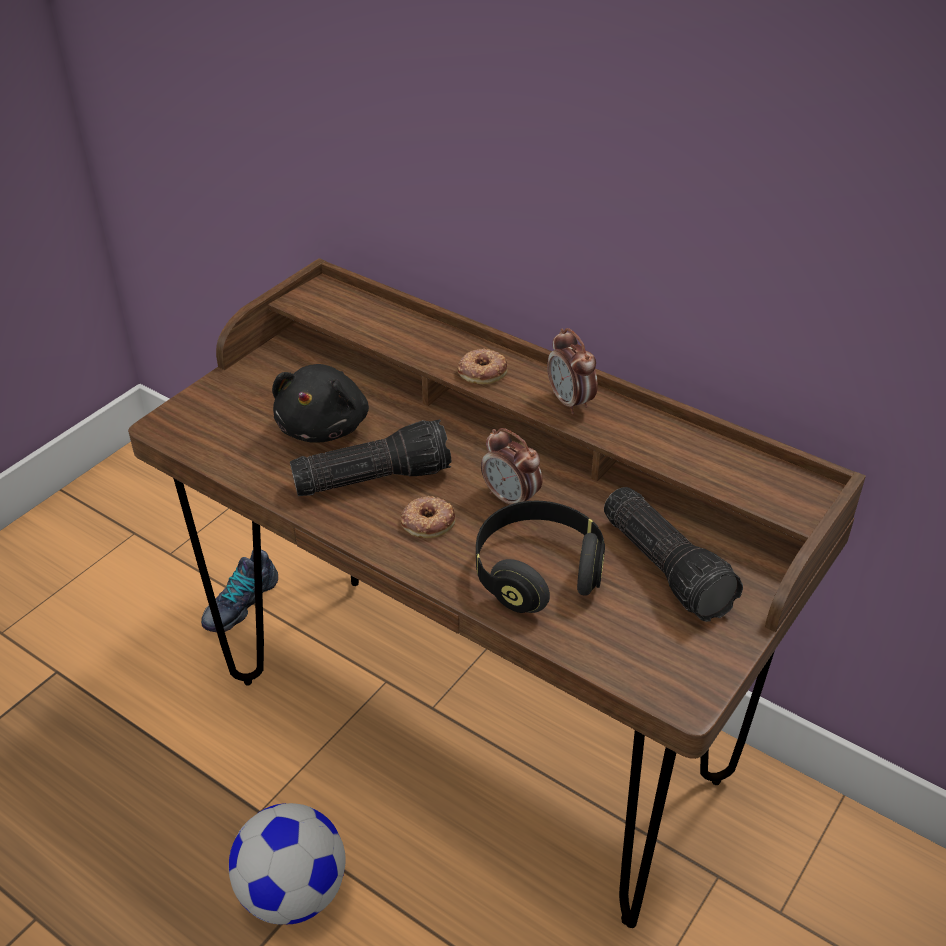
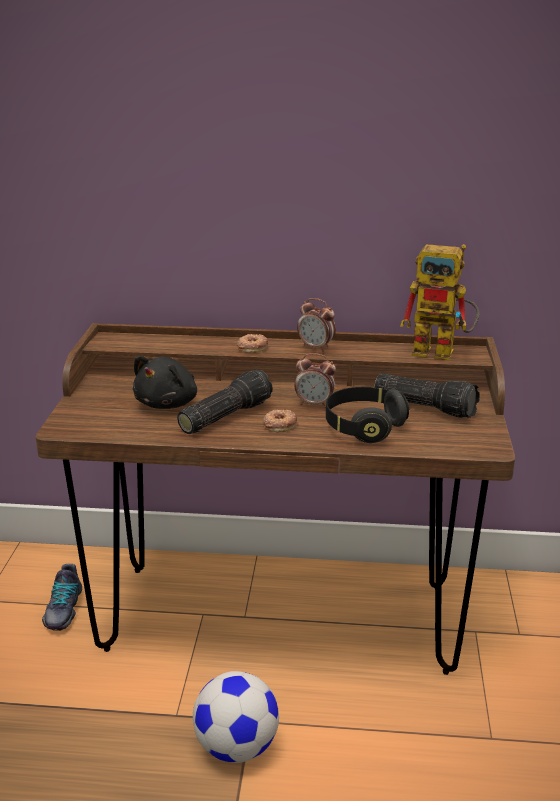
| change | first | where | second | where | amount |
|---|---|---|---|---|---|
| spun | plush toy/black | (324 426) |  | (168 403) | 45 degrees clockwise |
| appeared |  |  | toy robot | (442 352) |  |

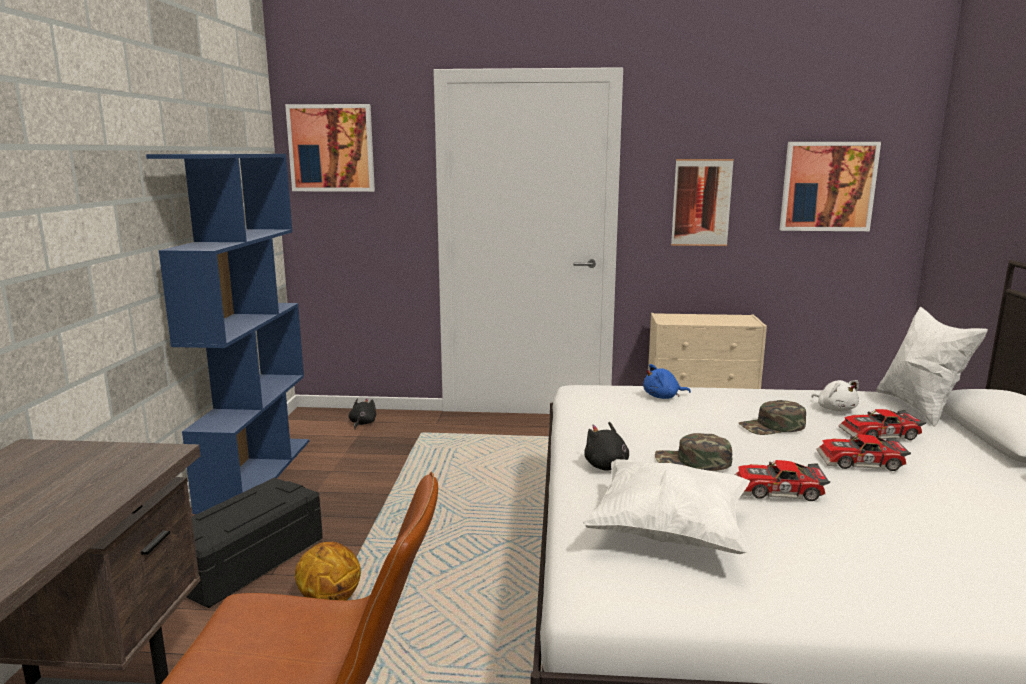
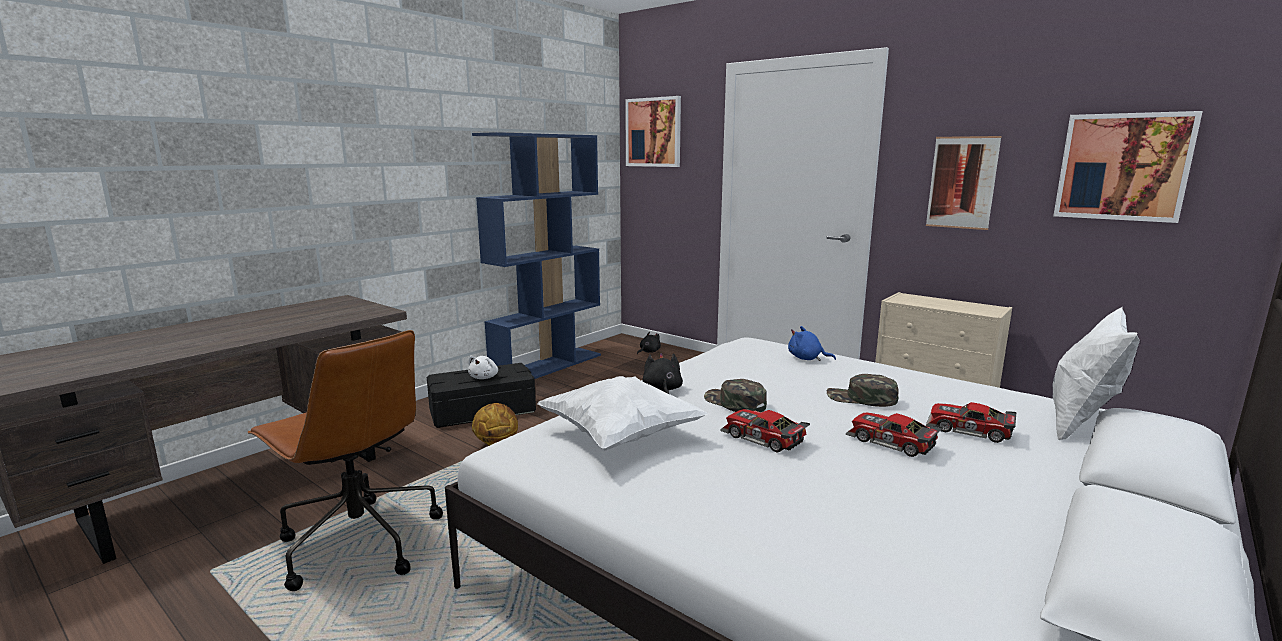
| change | first | where | second | where | amount |
|---|---|---|---|---|---|
| relocated | plush toy/white | (835 409) |  | (484 377) |  |

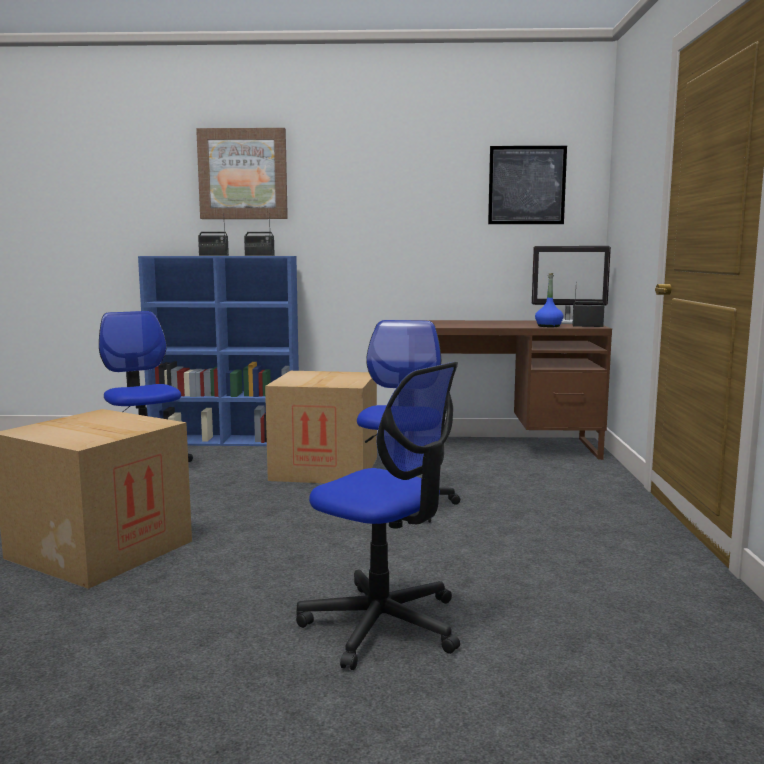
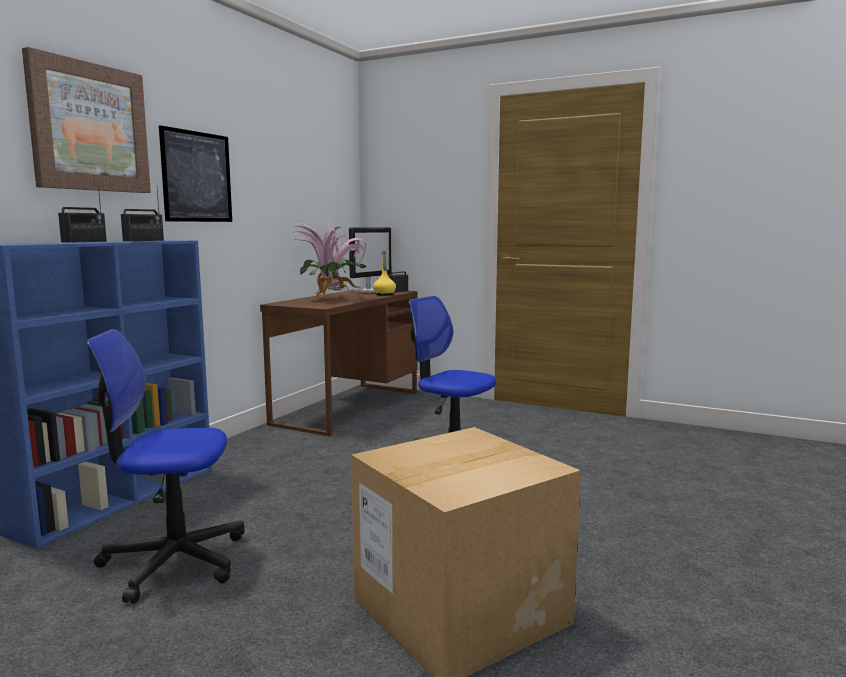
| change | first | where | second | where | amount |
|---|---|---|---|---|---|
| missing | cardboard box | (325 468) |  |  |  |
| missing | office chair | (383 625) |  |  |  |
| relocated | picture | (527 185) |  | (197 177) |  |
| colour | bottle/blue | (548 326) | bottle/yellow | (384 294) |  |
| appeared |  |  | potted plant | (333 299) |  |

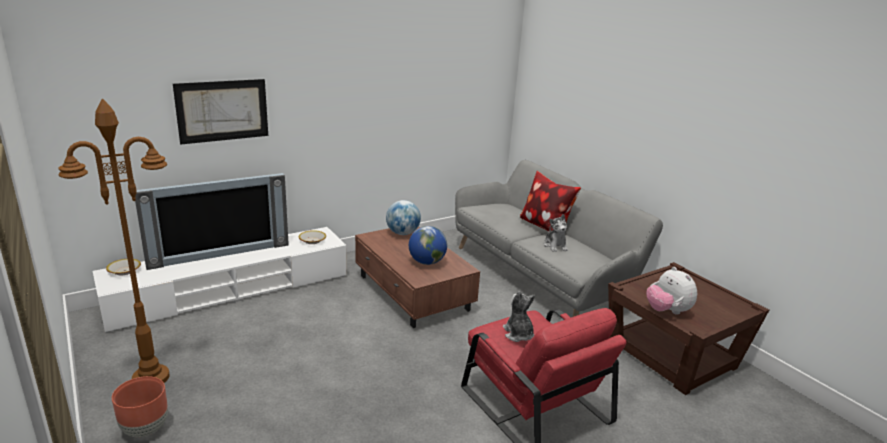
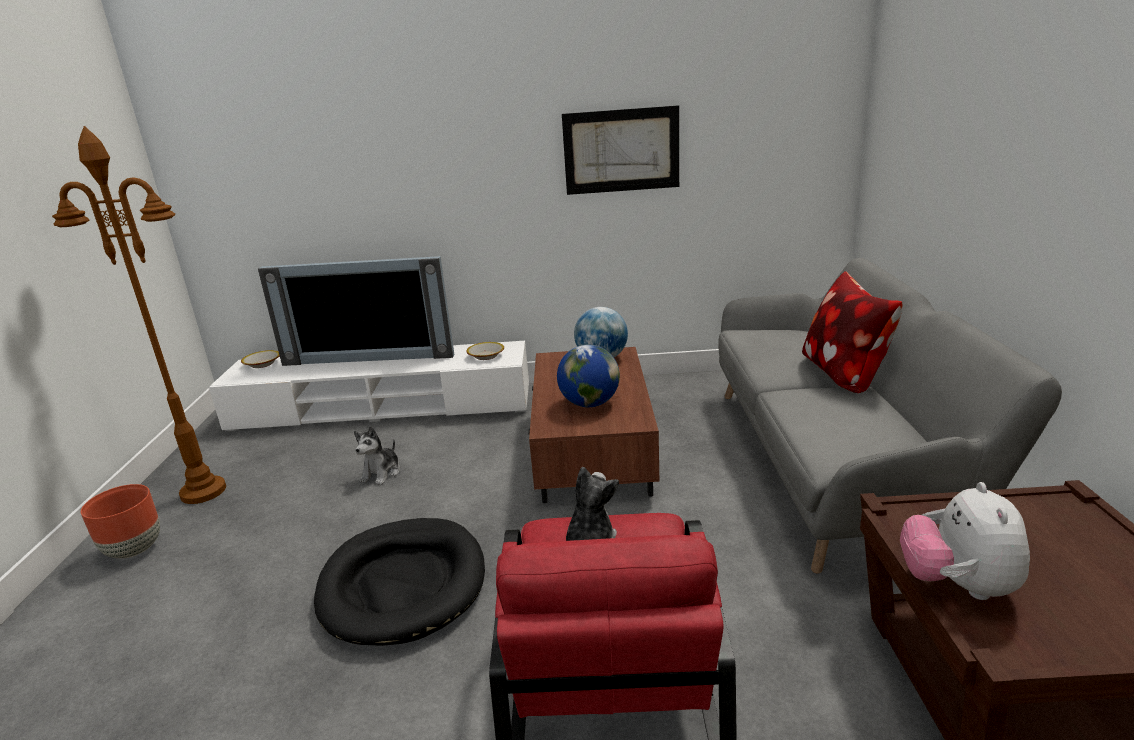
| change | first | where | second | where | amount |
|---|---|---|---|---|---|
| relocated | picture | (222 111) |  | (621 151) |  |
| relocated | plush toy | (555 246) |  | (382 473) |  |
| appeared |  |  | dog bed/black | (403 584) |  |

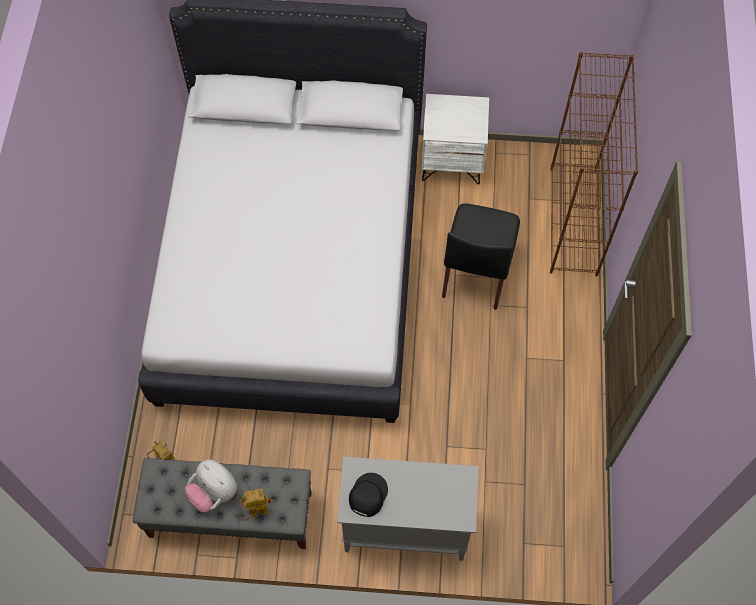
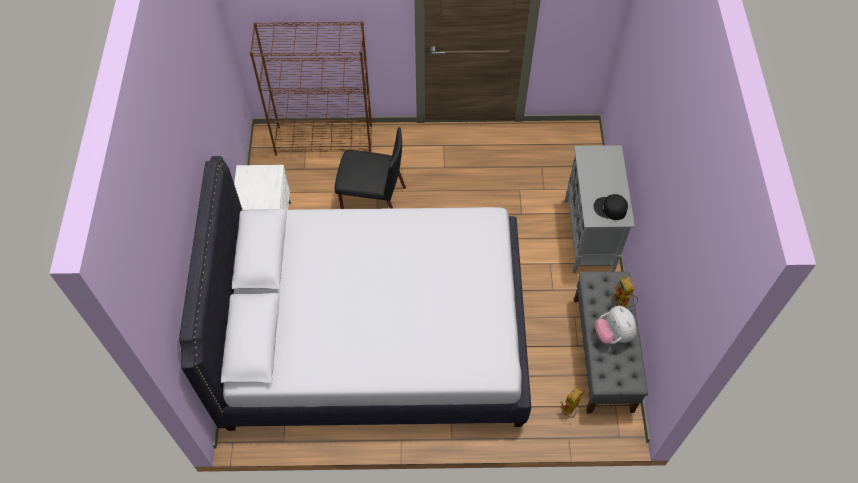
| change | first | where | second | where | amount |
|---|---|---|---|---|---|
| spun | plush toy | (214 492) |  | (613 334) | 120 degrees clockwise |

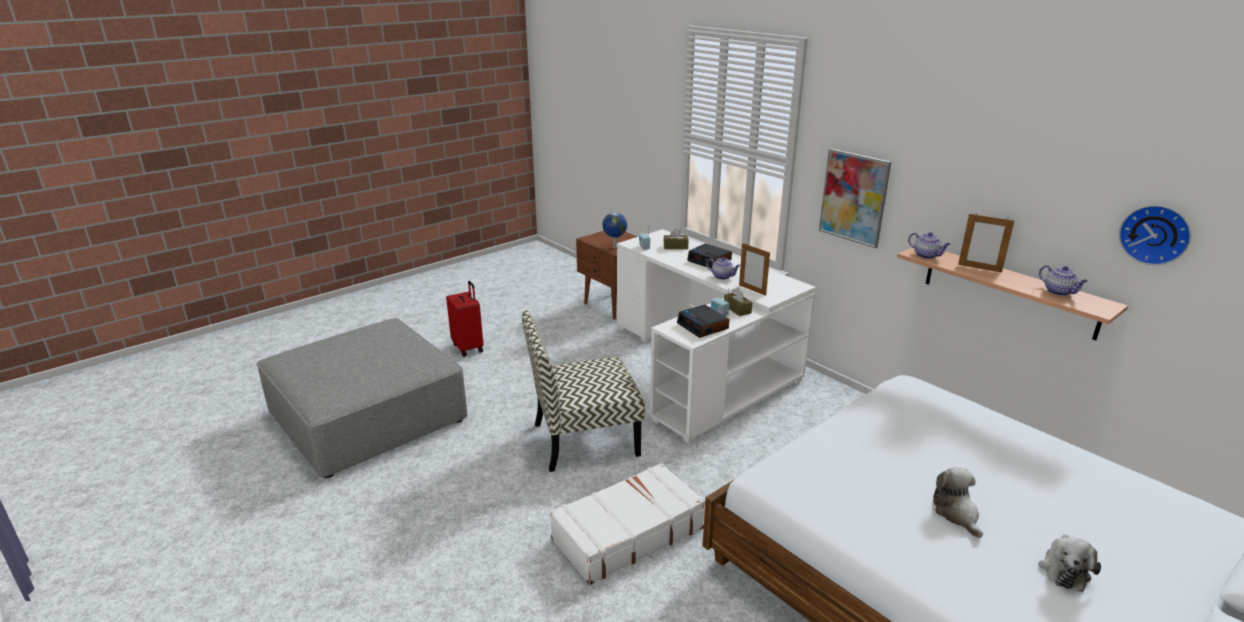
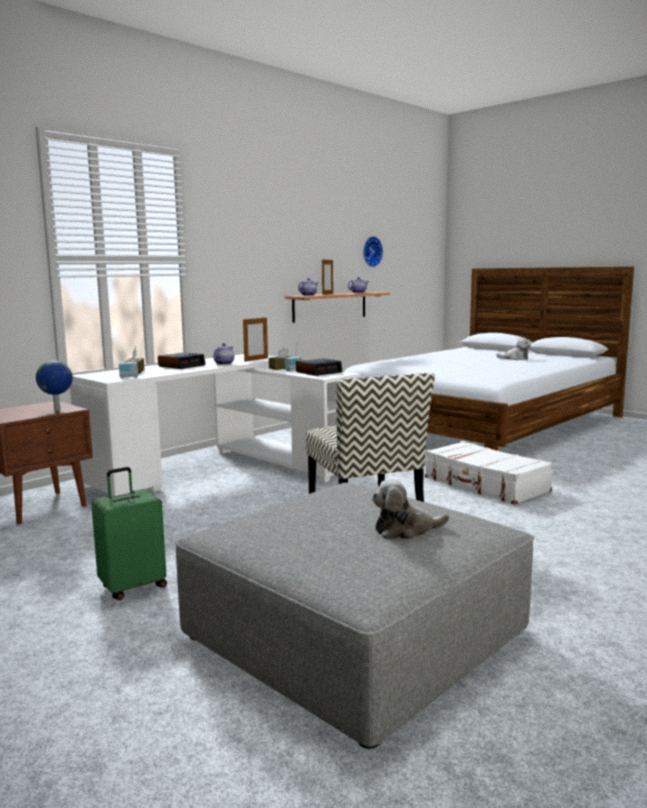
| change | first | where | second | where | amount |
|---|---|---|---|---|---|
| colour | suitcase/red | (468 347) | suitcase/green | (133 587) |  |
| missing | picture | (854 197) |  |  |  |
| relocated | plush toy | (957 514) |  | (405 530) |  |

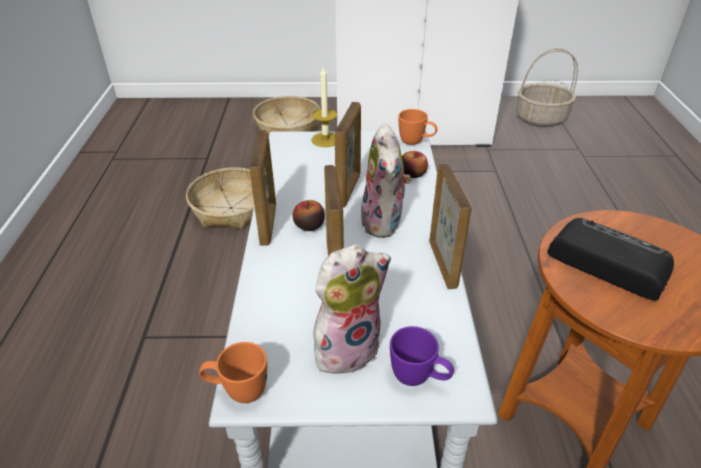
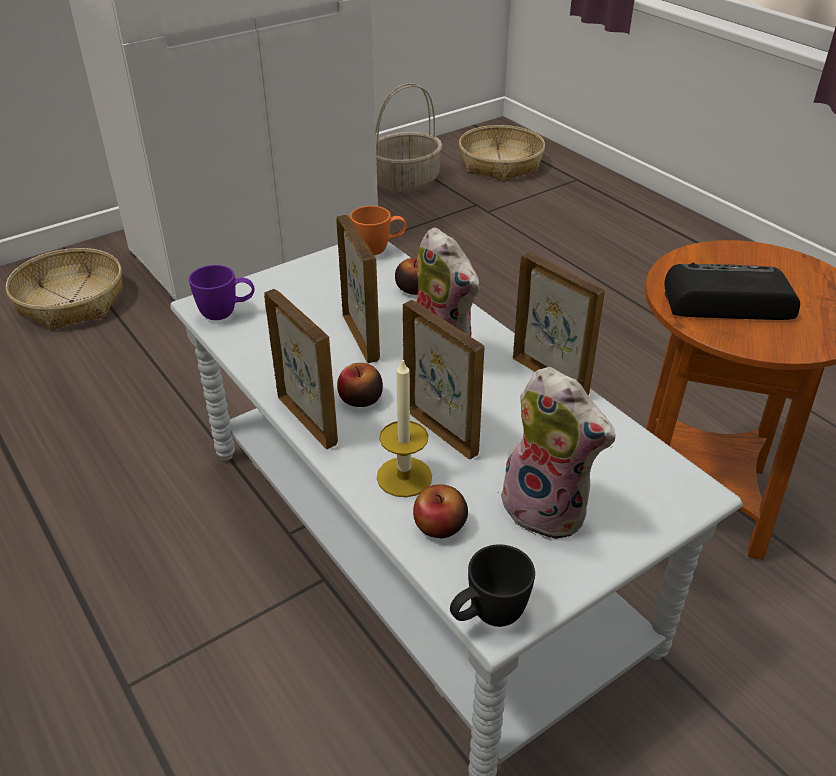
| change | first | where | second | where | amount |
|---|---|---|---|---|---|
| relocated | basket | (231 208) |  | (500 164) |  |
| colour | mug/orange | (238 391) | mug/black | (487 617) |  |
| relocated | candle | (325 140) |  | (404 477) |  |
| spun | plush toy | (347 347) |  | (548 509) | 105 degrees clockwise |
| relocated | mug/purple | (419 378) |  | (227 313) |  |
| appeared |  |  | apple | (440 526) |  |

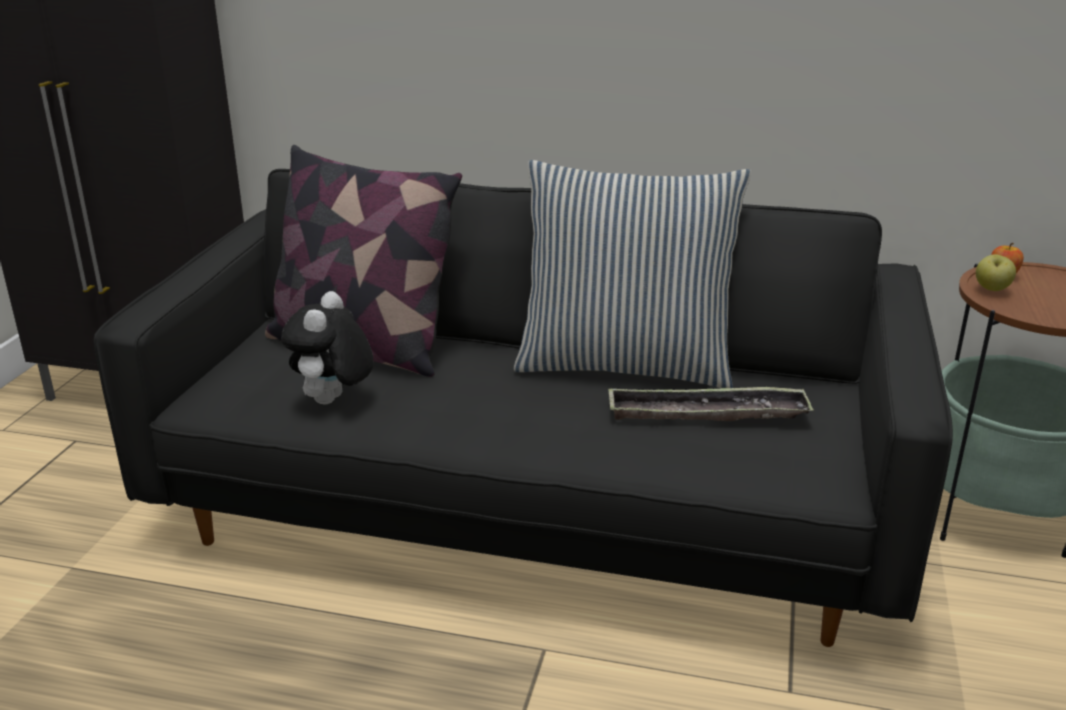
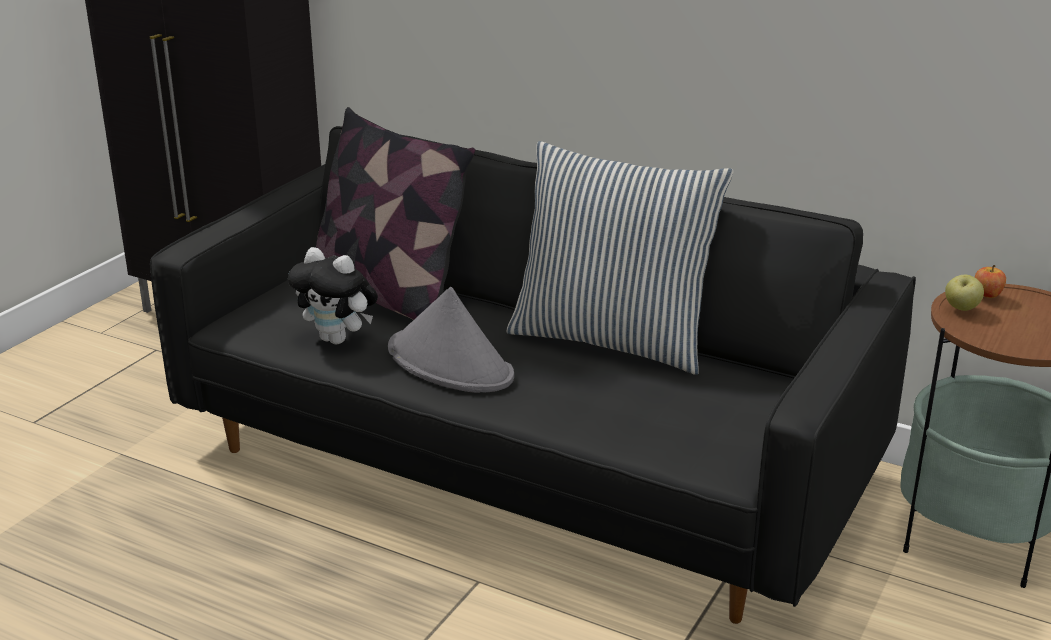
| change | first | where | second | where | amount |
|---|---|---|---|---|---|
| spun | plush toy | (333 402) |  | (338 339) | 90 degrees counterclockwise |
| missing | tray | (707 414) |  |  |  |
| appeared |  |  | hat/grey | (450 363) |  |

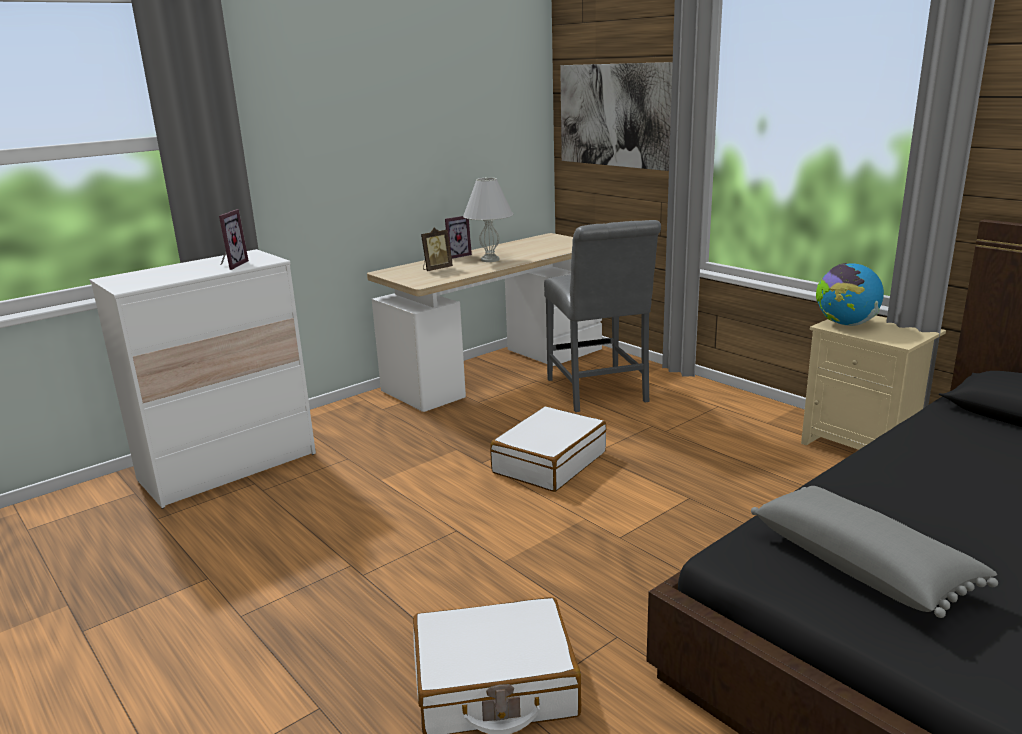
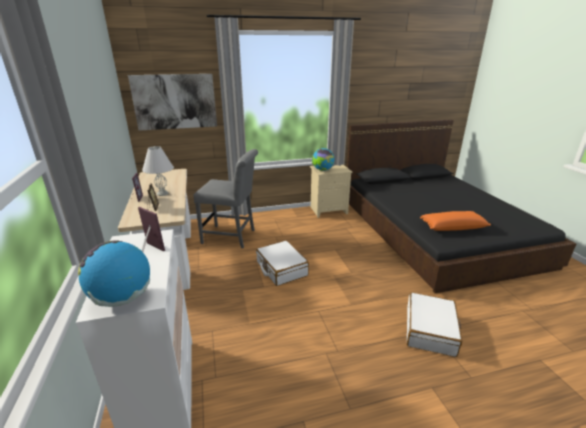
| change | first | where | second | where | amount |
|---|---|---|---|---|---|
| colour | pillow/grey | (862 565) | pillow/orange | (452 227) |  |
| appeared |  |  | globe | (122 298) |  |

